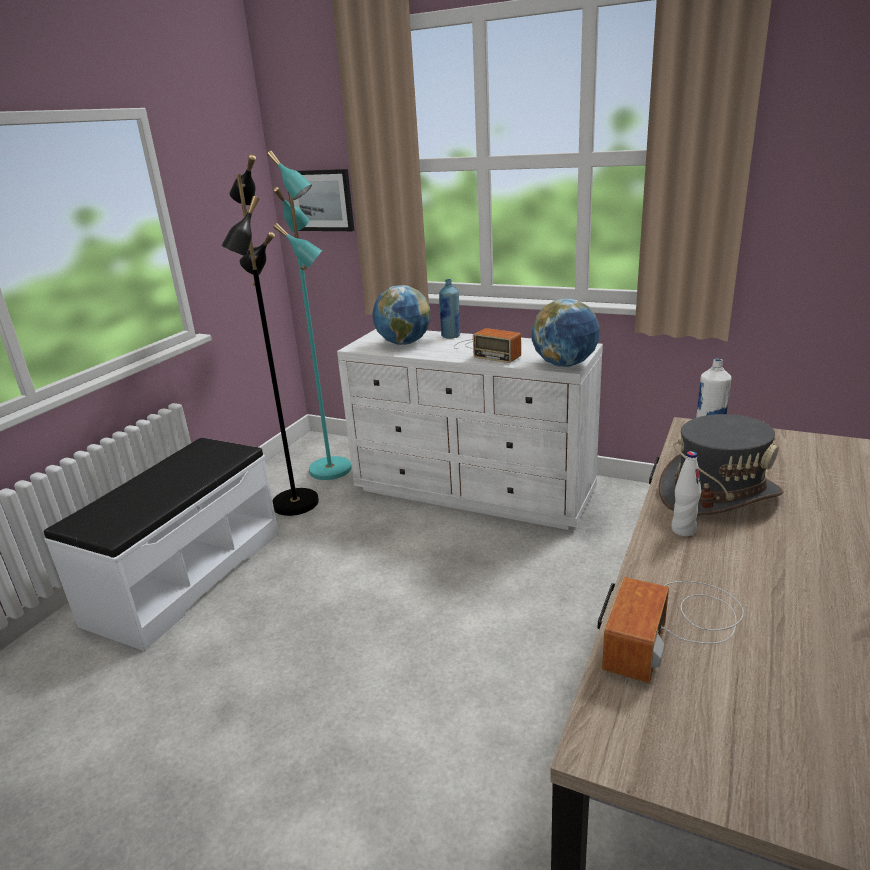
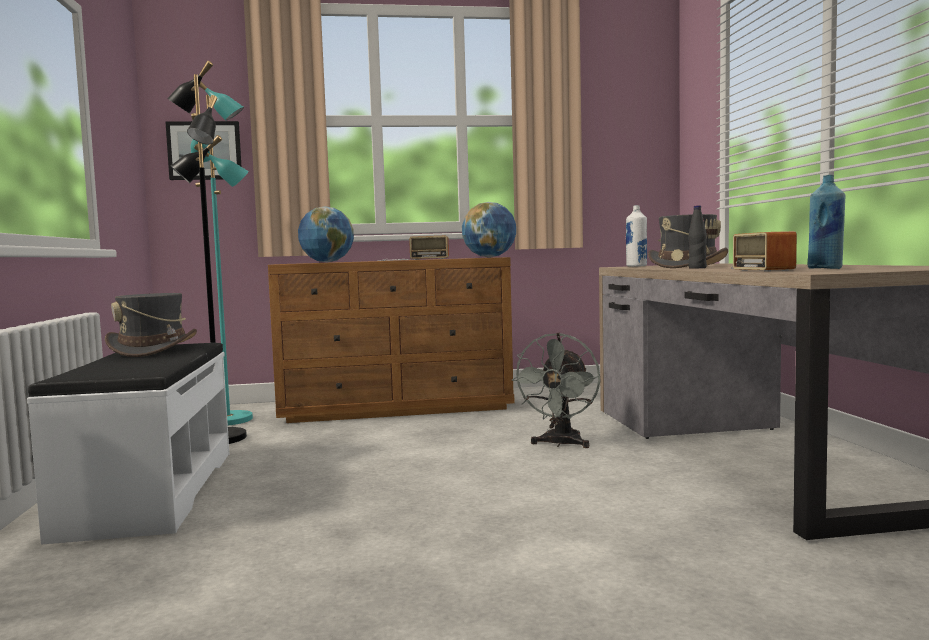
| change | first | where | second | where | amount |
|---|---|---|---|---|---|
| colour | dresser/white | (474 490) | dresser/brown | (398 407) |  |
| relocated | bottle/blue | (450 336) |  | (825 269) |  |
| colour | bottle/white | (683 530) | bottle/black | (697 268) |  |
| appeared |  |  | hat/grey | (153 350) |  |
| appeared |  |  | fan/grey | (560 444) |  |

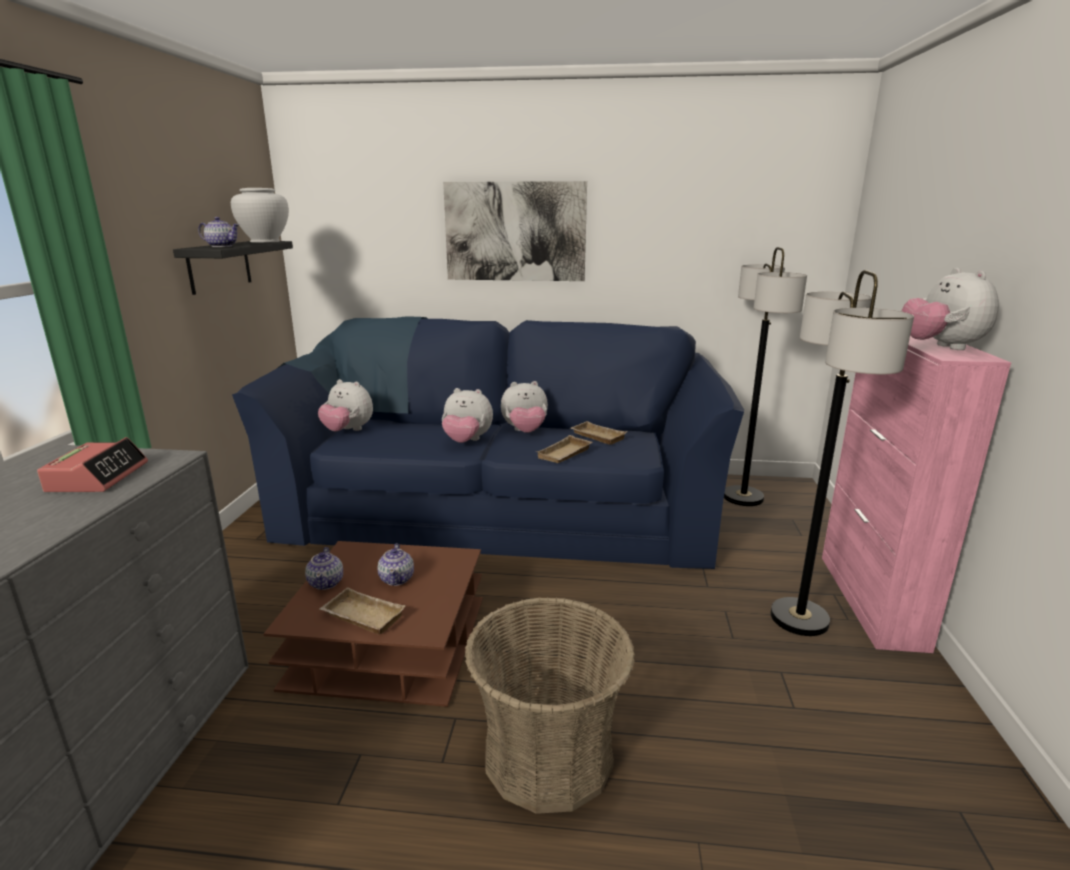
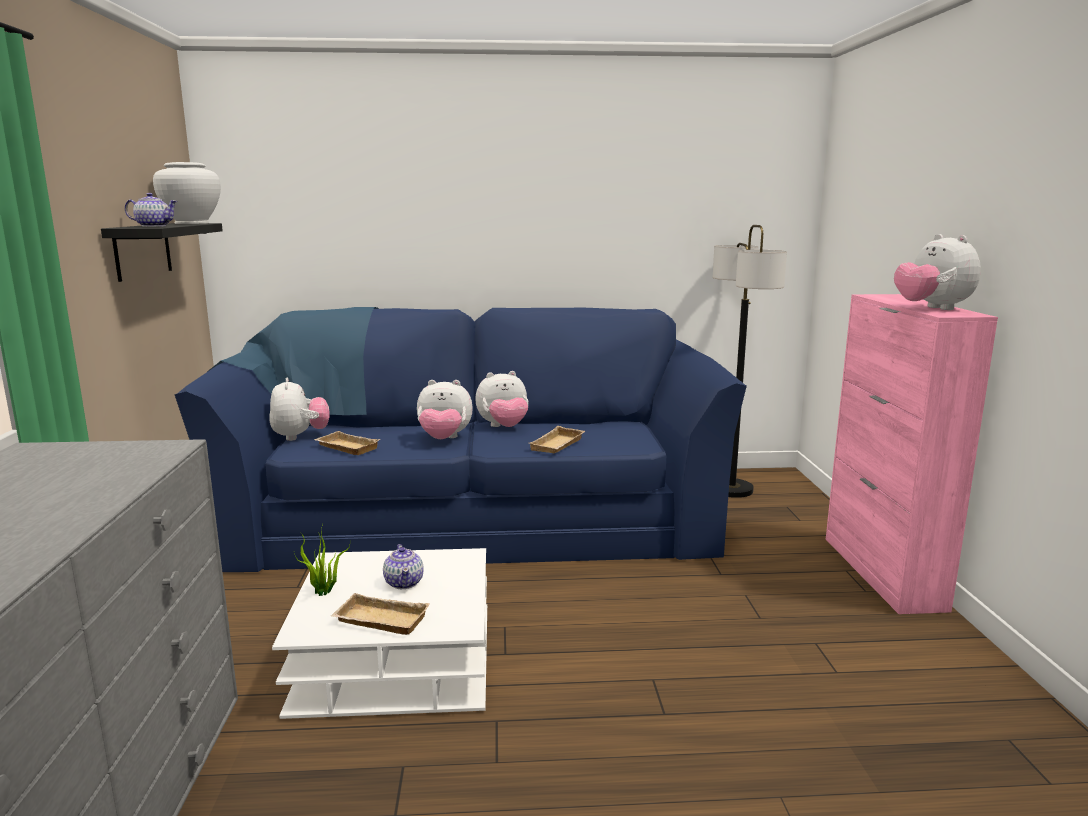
| change | first | where | second | where | amount |
|---|---|---|---|---|---|
| missing | alarm clock | (98 477) |  |  |  |
| colour | coffee table/brown | (389 642) | coffee table/white | (396 658) |  |
| exchanged | teapot | (326 582) | potted plant | (324 593) |  |
| spun | plush toy | (348 431) |  | (300 436) | 120 degrees counterclockwise |
| missing | picture | (515 232) |  |  |  |
| missing | basket | (548 756) |  |  |  |
| relocated | tray/beige | (596 437) |  | (345 448) |  |
| missing | floor lamp | (799 618) |  |  |  |

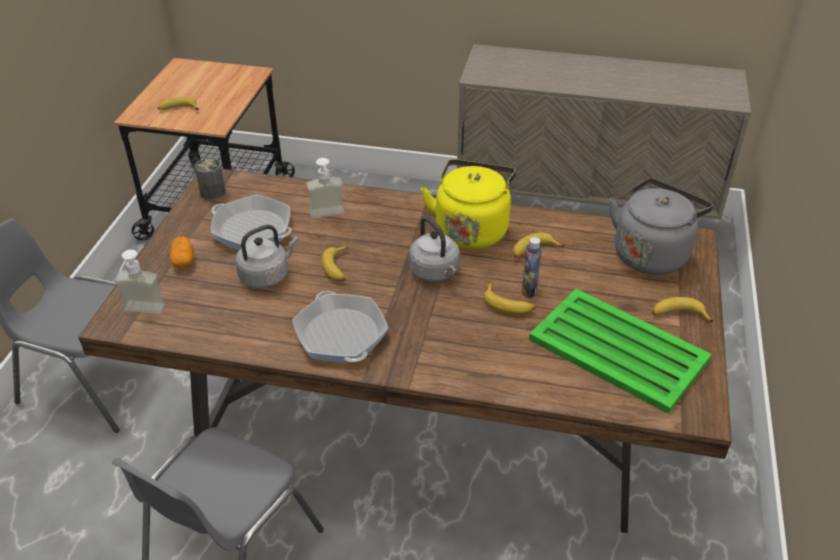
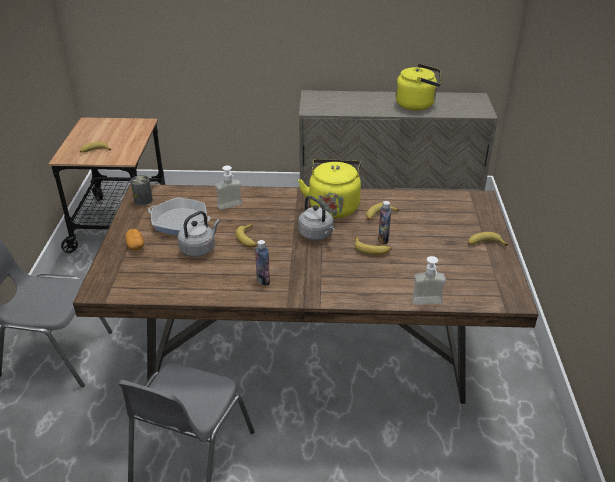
| change | first | where | second | where | amount |
|---|---|---|---|---|---|
| relocated | soap dispenser | (141 313) |  | (428 305) |  |
| exchanged | frying pan | (341 335) | bottle | (263 280) |  |
| missing | tray/green | (619 351) |  |  |  |
| missing | kettle/grey | (651 254) |  |  |  |
| appeared |  |  | kettle/yellow | (417 104) |  |

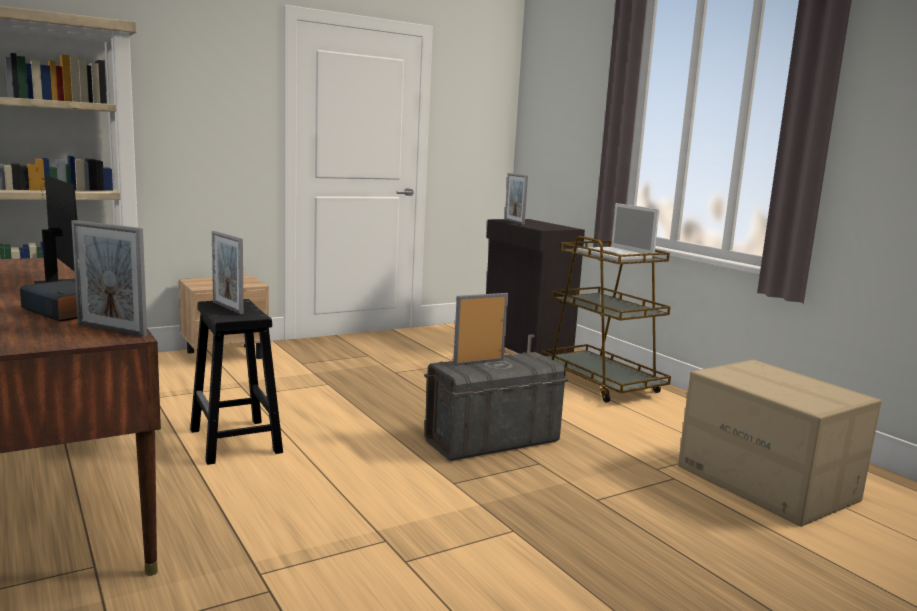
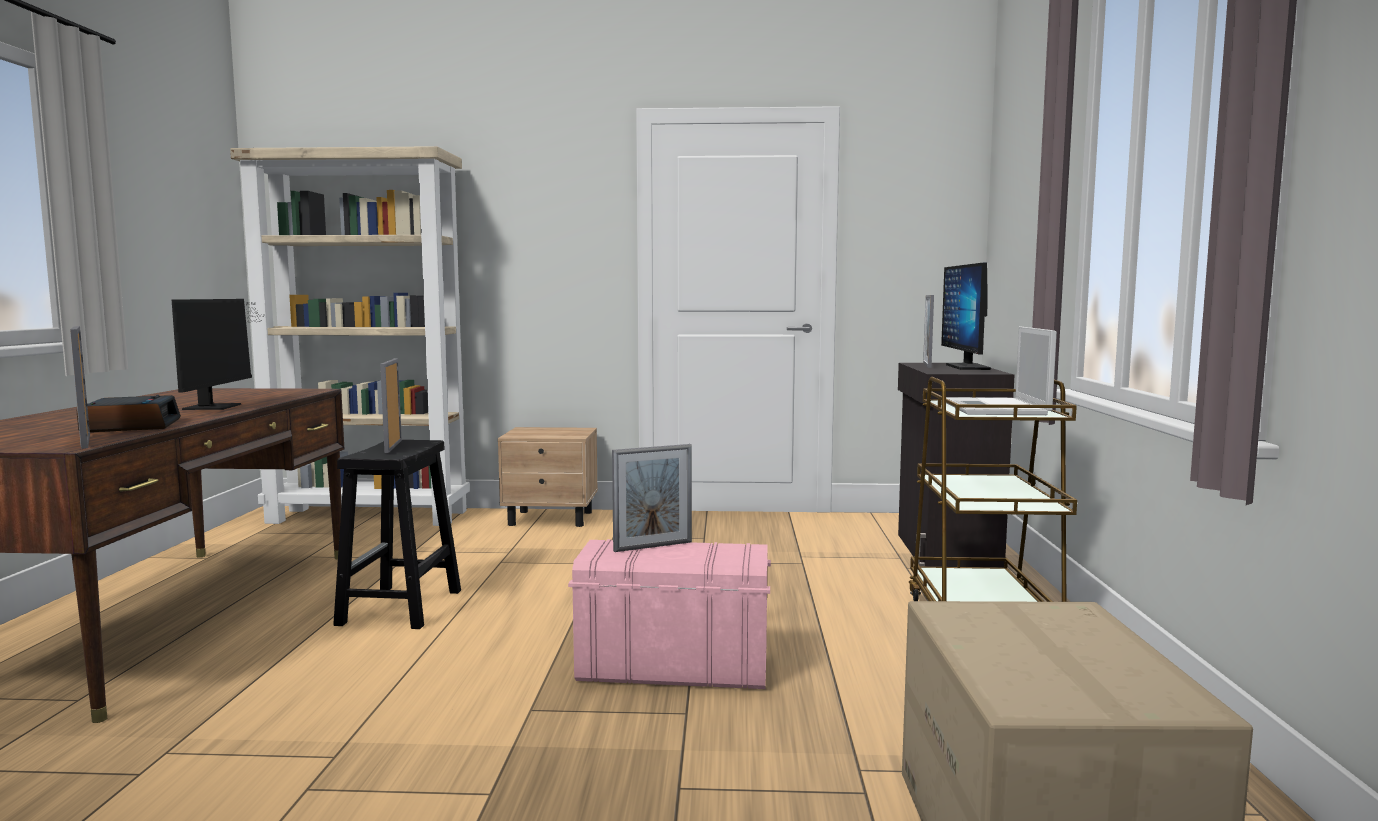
| change | first | where | second | where | amount |
|---|---|---|---|---|---|
| colour | storage box/grey | (491 441) | storage box/pink | (673 668) |  |
| spun | picture frame | (478 362) |  | (653 546) | 150 degrees clockwise |
| appeared |  |  | monitor | (967 367) |  |

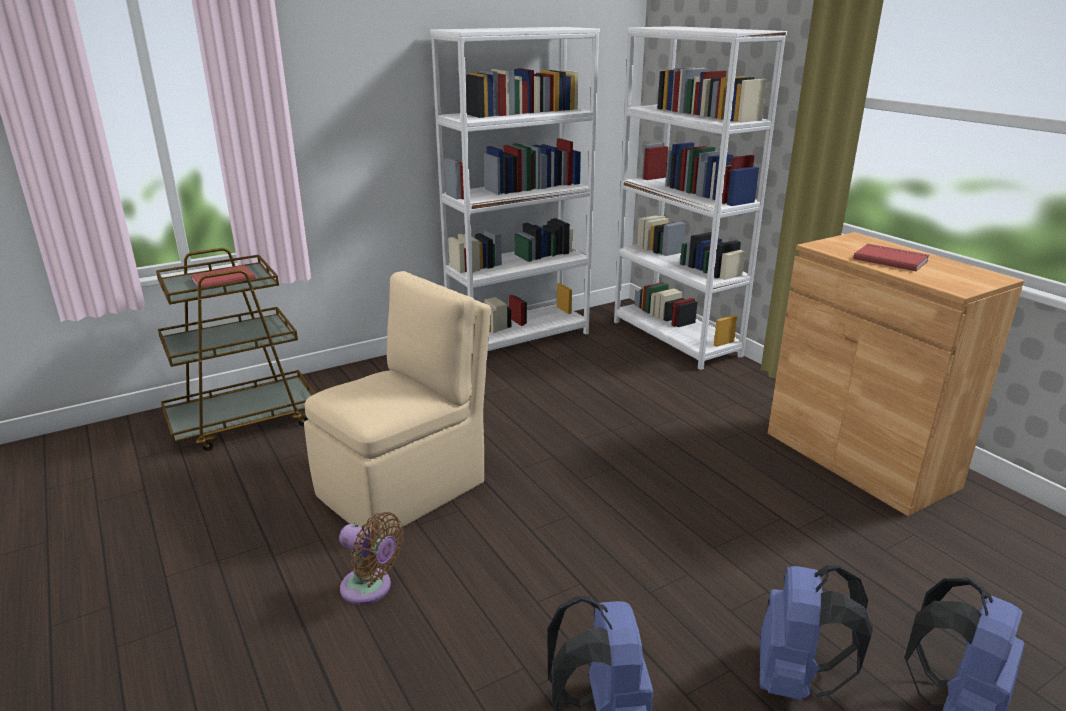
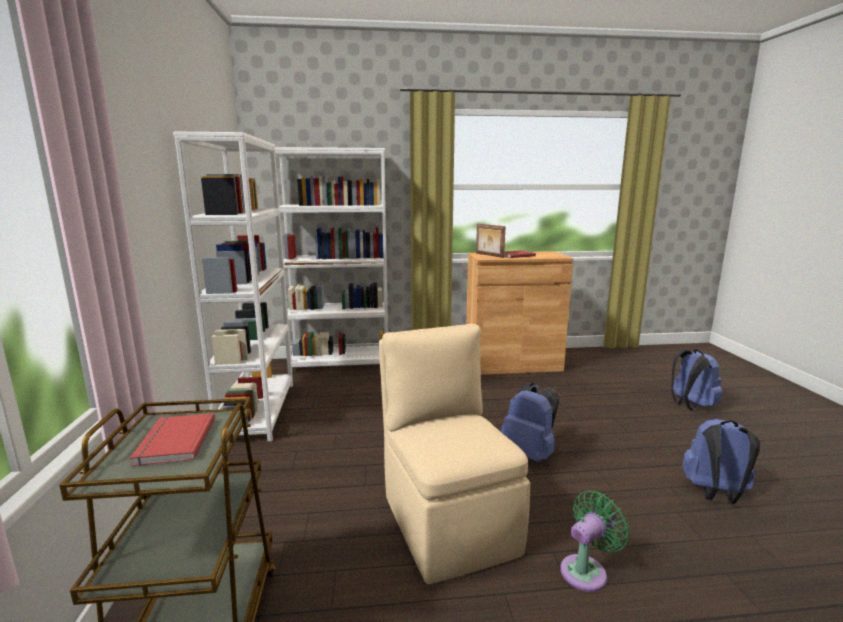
| change | first | where | second | where | amount |
|---|---|---|---|---|---|
| colour | fan/brown | (370 588) | fan/green | (586 570) |  |
| relocated | backpack/blue | (796 678) |  | (529 453) |  |
| appeared |  |  | picture frame | (489 255) |  |

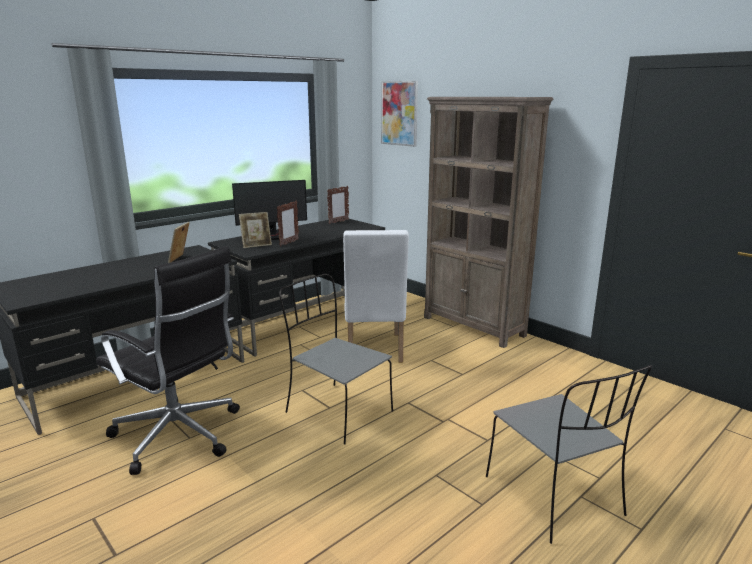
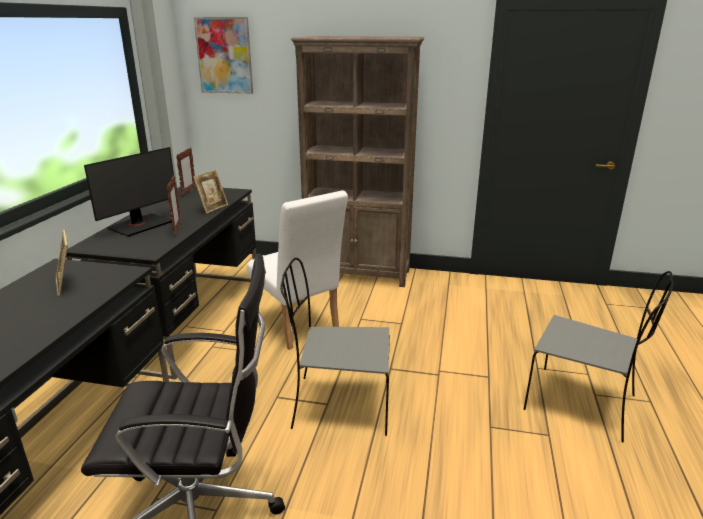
| change | first | where | second | where | amount |
|---|---|---|---|---|---|
| relocated | picture frame | (256 245) |  | (213 208) |  |

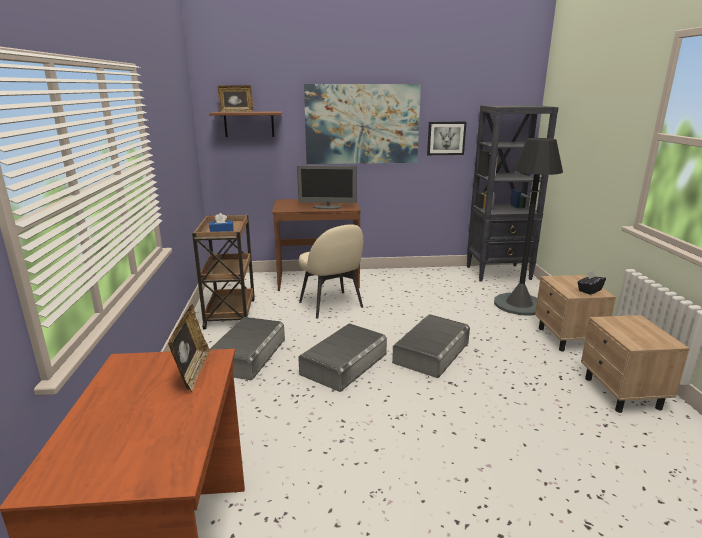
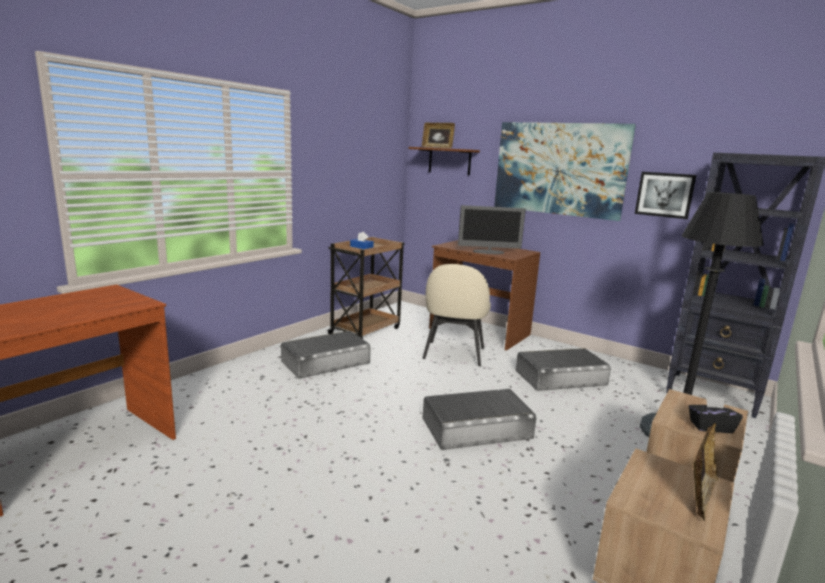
| change | first | where | second | where | amount |
|---|---|---|---|---|---|
| relocated | picture frame | (193 372) |  | (700 496) |  |
| spun | monitor | (327 207) |  | (488 252) | 45 degrees counterclockwise |
| relocated | storage box/grey | (344 363) |  | (560 377) |  |

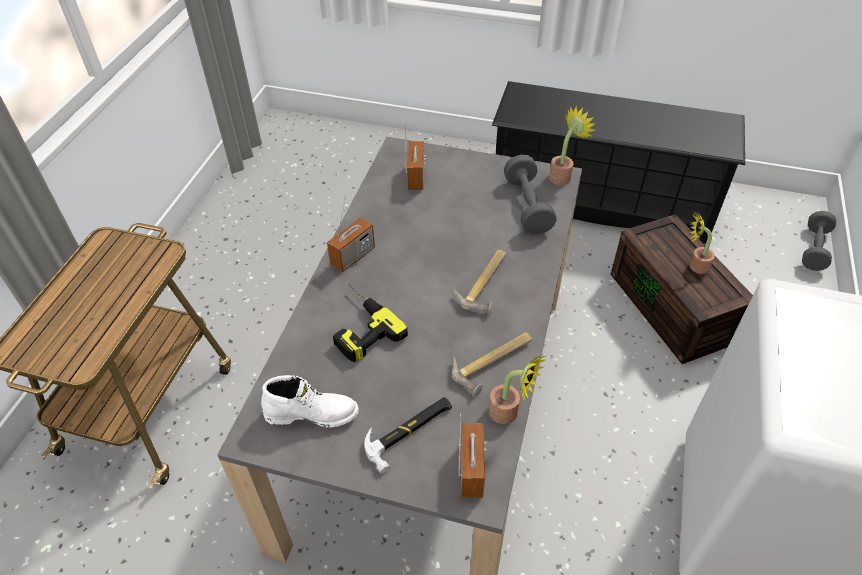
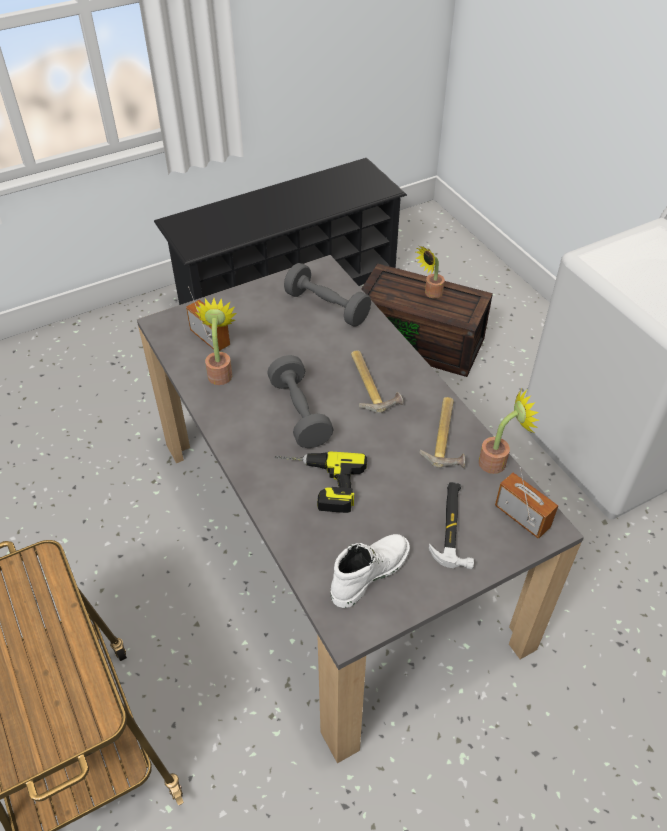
| change | first | where | second | where | amount |
|---|---|---|---|---|---|
| missing | radio | (353 256) |  |  |  |
| relocated | potted plant | (562 176) |  | (220 372) |  |
| relocated | dumbbell/grey | (814 249) |  | (299 413) |  |

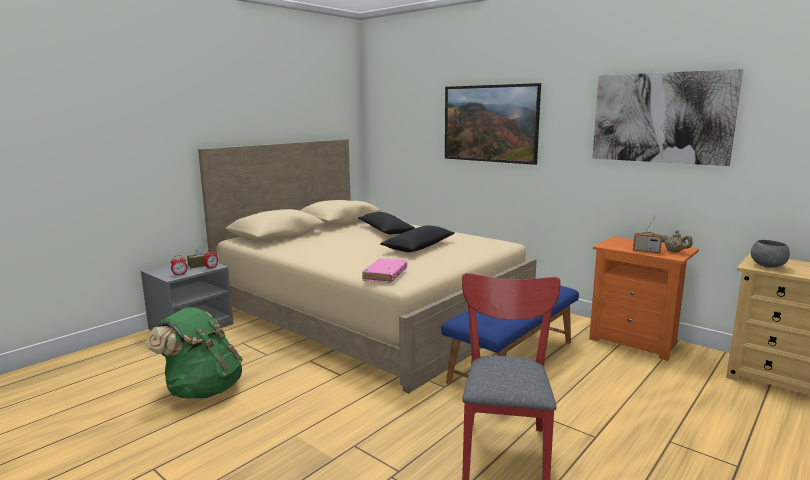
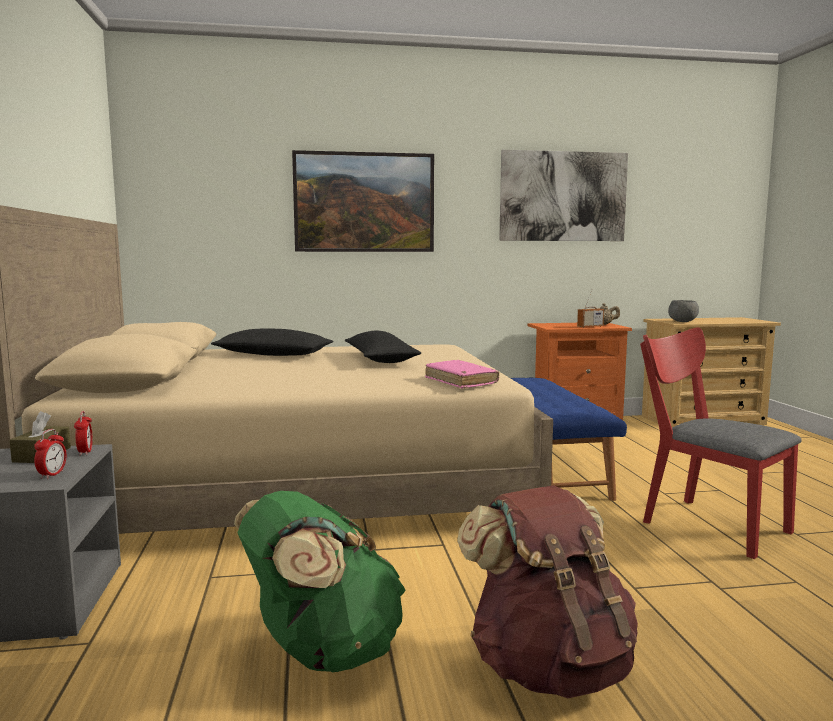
| change | first | where | second | where | amount |
|---|---|---|---|---|---|
| appeared |  |  | backpack/brown | (549 666) |  |

